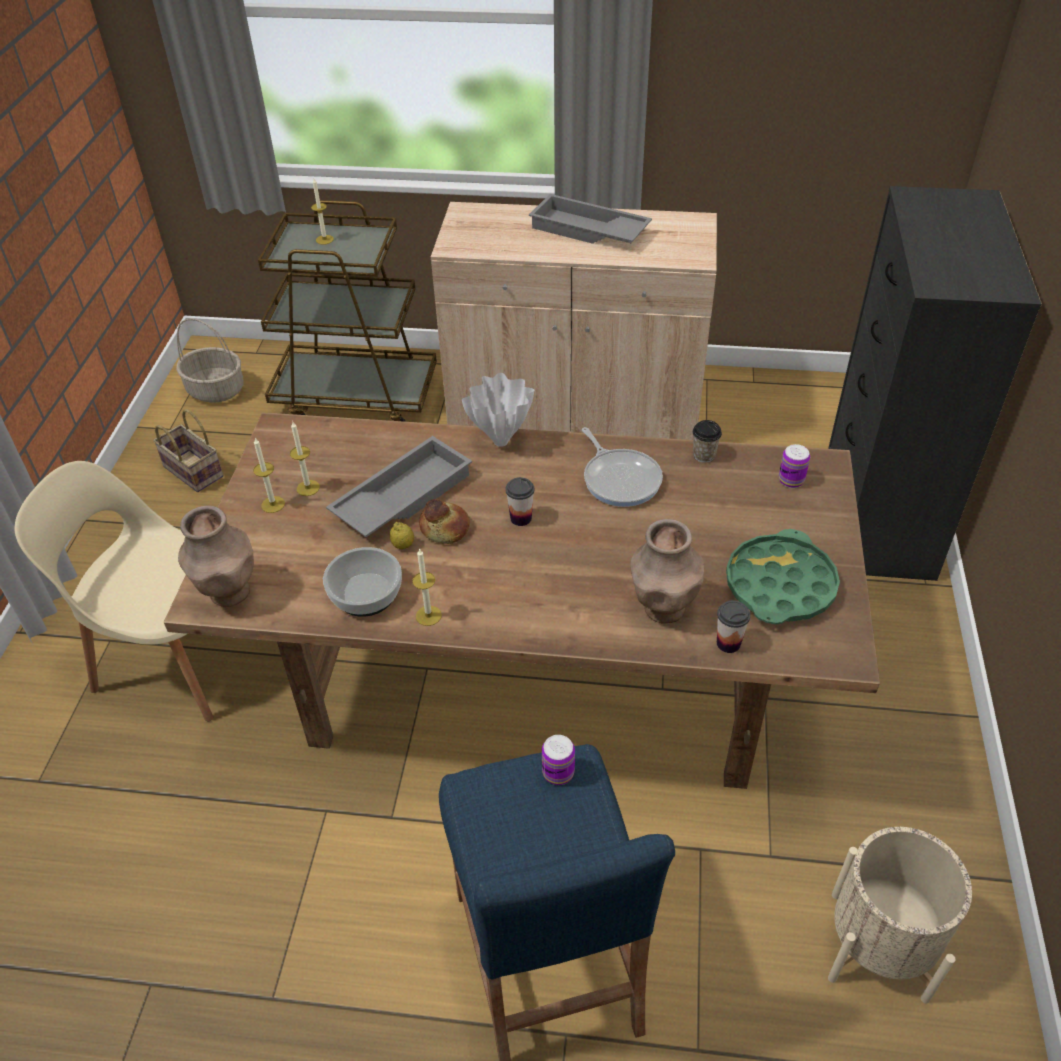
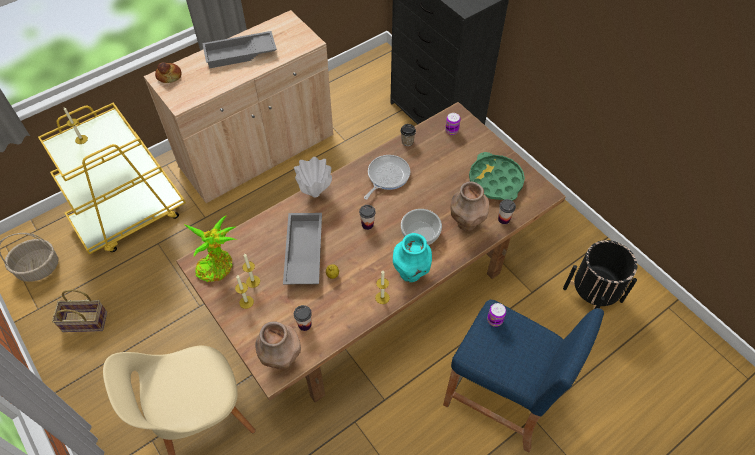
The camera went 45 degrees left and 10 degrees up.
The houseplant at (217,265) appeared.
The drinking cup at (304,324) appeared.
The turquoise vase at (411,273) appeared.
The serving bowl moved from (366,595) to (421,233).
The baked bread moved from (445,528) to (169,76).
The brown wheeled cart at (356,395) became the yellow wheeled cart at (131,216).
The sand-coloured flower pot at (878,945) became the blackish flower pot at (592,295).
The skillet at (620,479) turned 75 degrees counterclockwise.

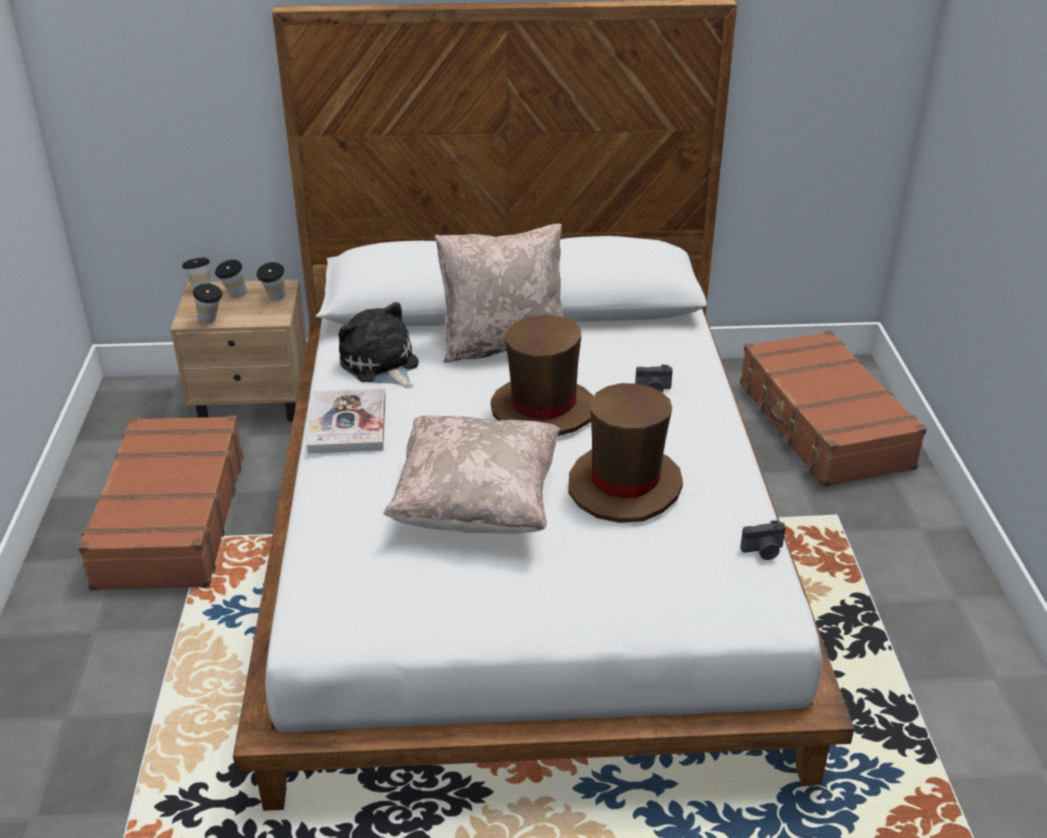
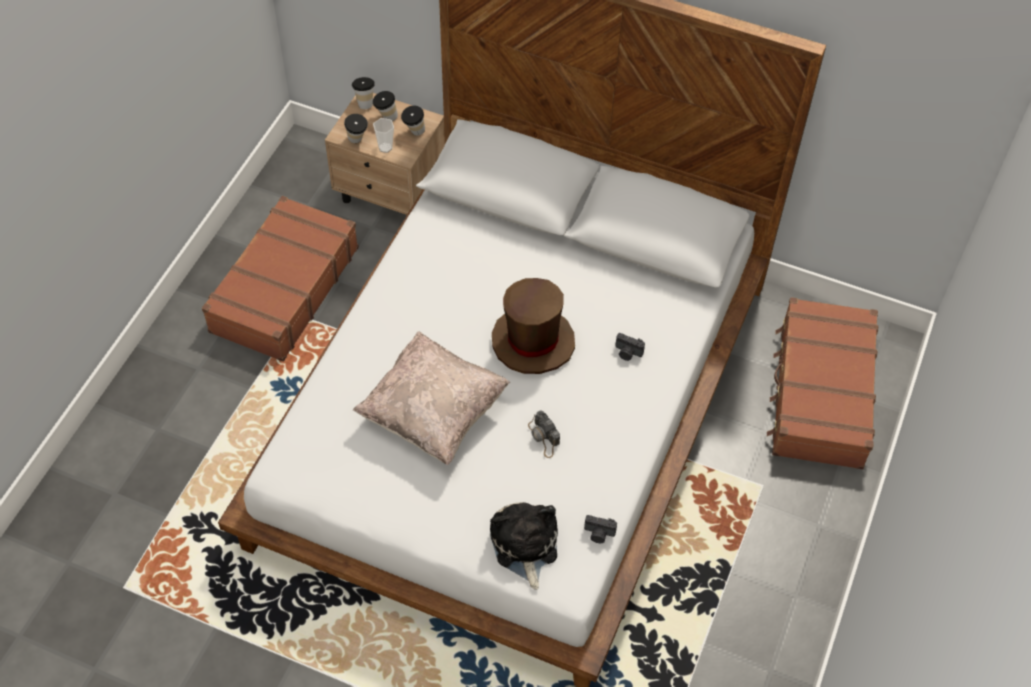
The camera went 25 degrees right and 20 degrees up.
The volume at (347,424) disappeared.
The sand-coloured pillow at (503,345) disappeared.
The drinking cup at (385,148) appeared.
The plush toy moved from (381,365) to (524,546).
The brown wearable hat at (625,485) was replaced by the still camera at (544,437).

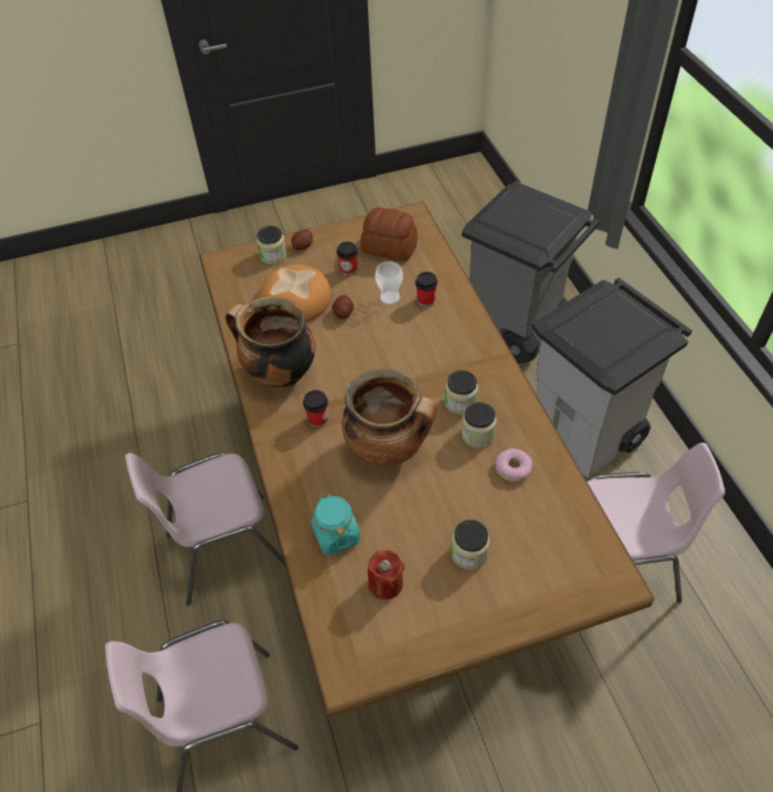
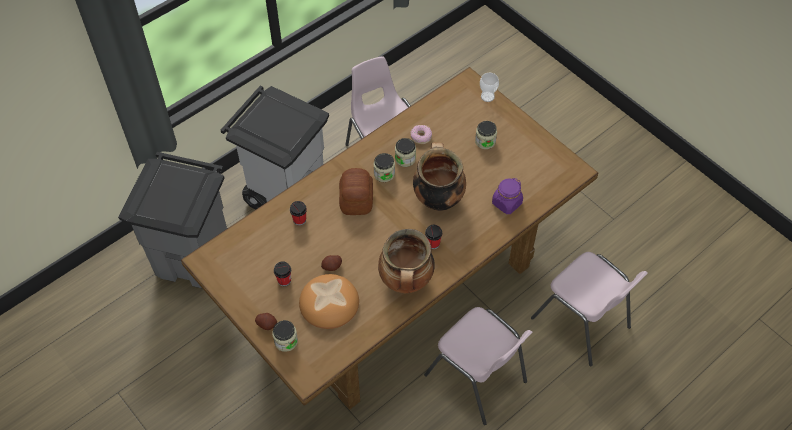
The camera went 115 degrees left and 5 degrees up.
The red-coloured wax candle at (386,584) disappeared.
The baked bread moved from (389,247) to (355,199).
The drinking cup moved from (389,298) to (487,97).
The turquoise jar at (336,535) became the purple jar at (506,203).

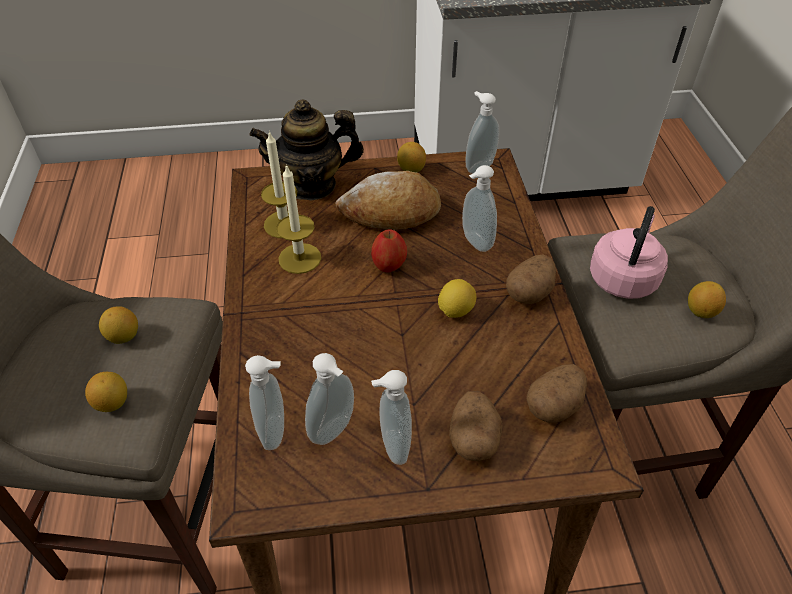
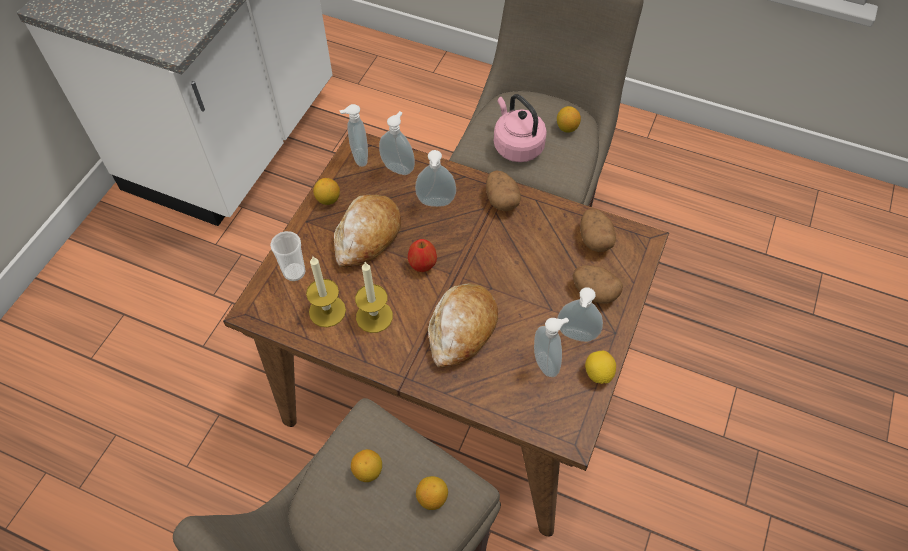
The camera went 60 degrees left and 10 degrees up.
The baked bread at (462,329) appeared.
The soap bottle moved from (276,431) to (399,167).
The lemon moved from (455,310) to (598,373).
The tea pot at (312,185) was replaced by the drinking cup at (294,272).

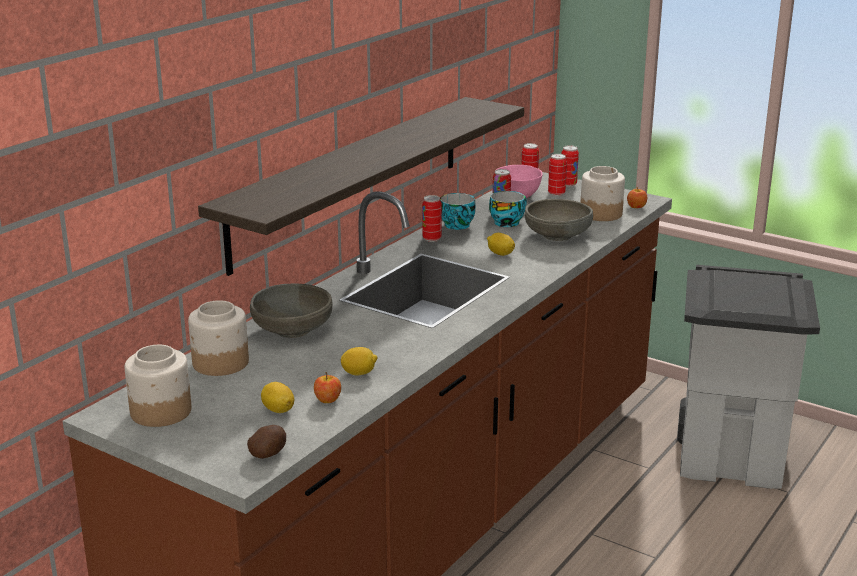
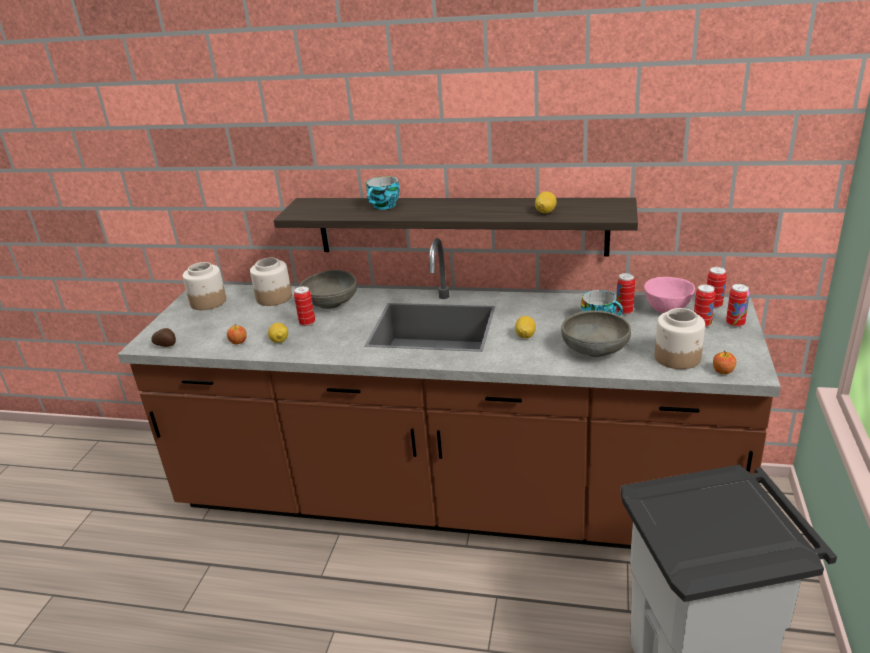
The camera went 70 degrees right and 5 degrees up.
The lemon moved from (278,410) to (545,212).
The sealed can moved from (431,239) to (307,323).
The drinking cup moved from (459,226) to (384,206).

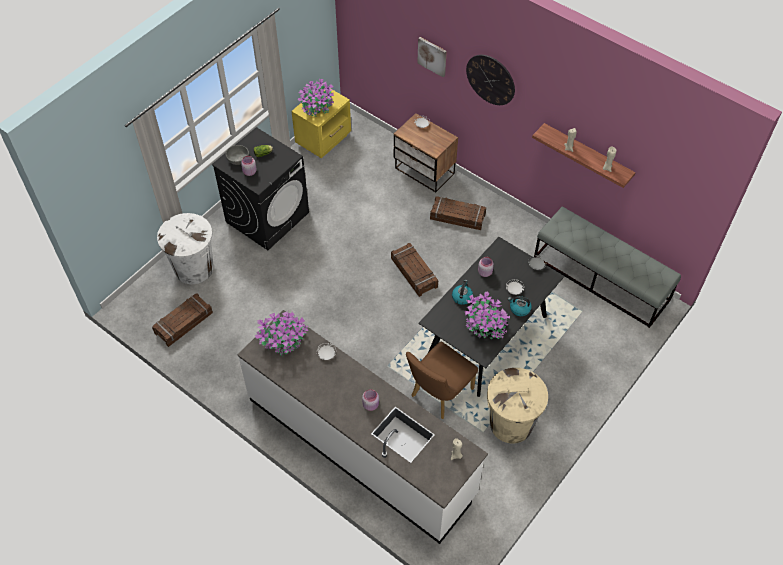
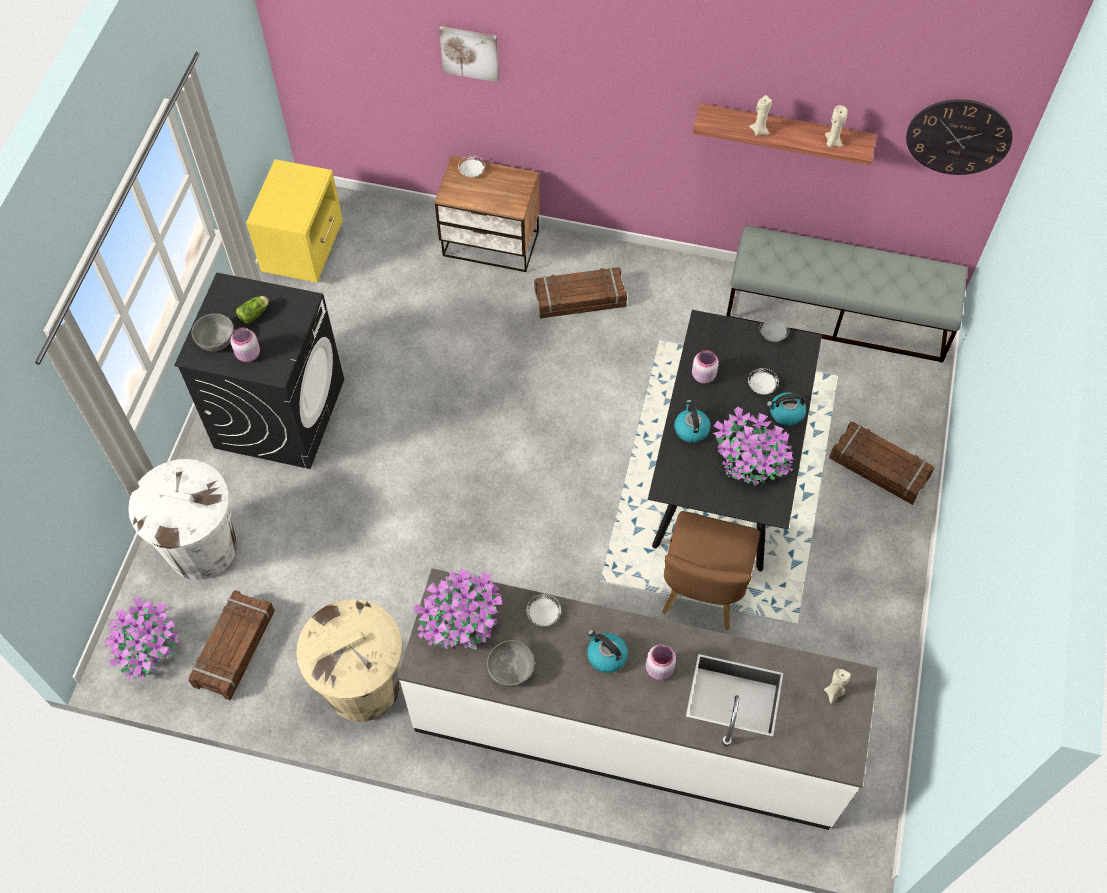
The camera went 25 degrees left and 5 degrees up.
The gray serving bowl at (511,669) appeared.
The tea kettle at (606,655) appeared.
The houseplant moved from (316,107) to (148,648).
The shipping crate moved from (414,272) to (879,467).
The wall clock moved from (490,79) to (958,137).
The sand-coloured trash can moved from (511,424) to (363,686).

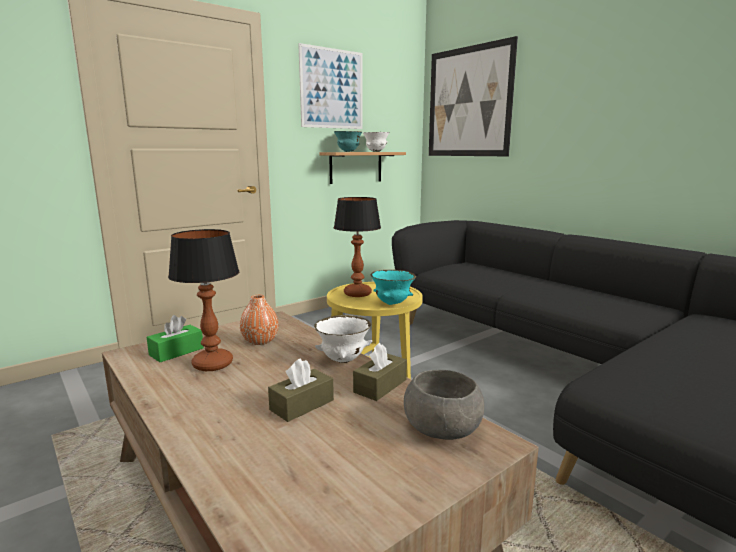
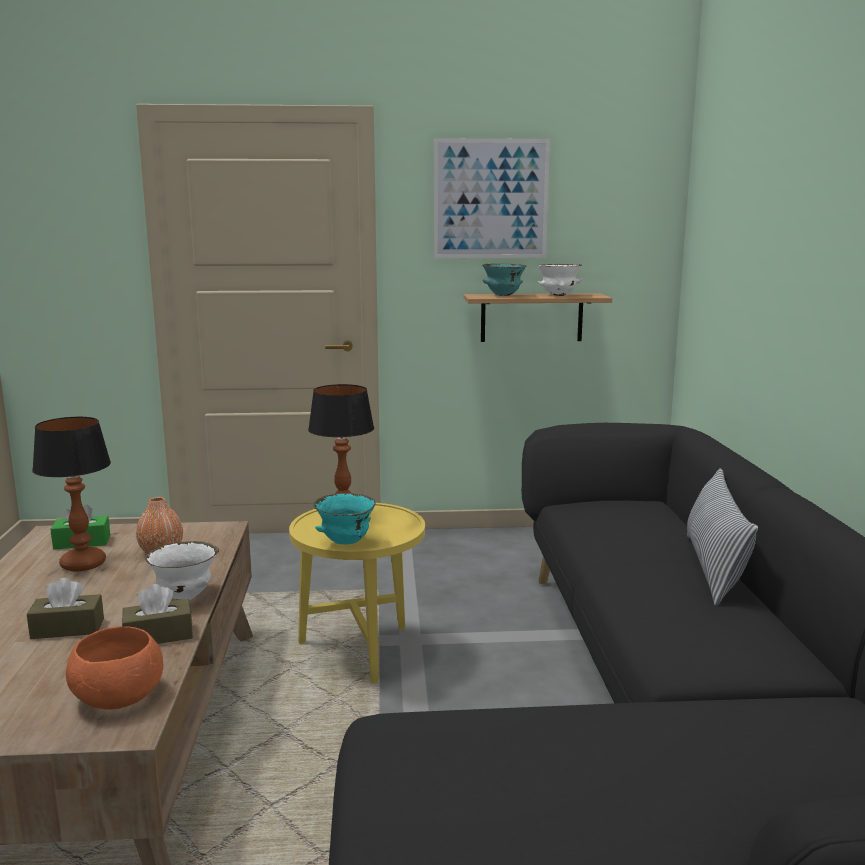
The camera went 35 degrees right and 0 degrees up.
The wall art at (468,102) disappeared.
The pillow at (714,568) appeared.
The gray serving bowl at (443,428) became the orange serving bowl at (119,696).

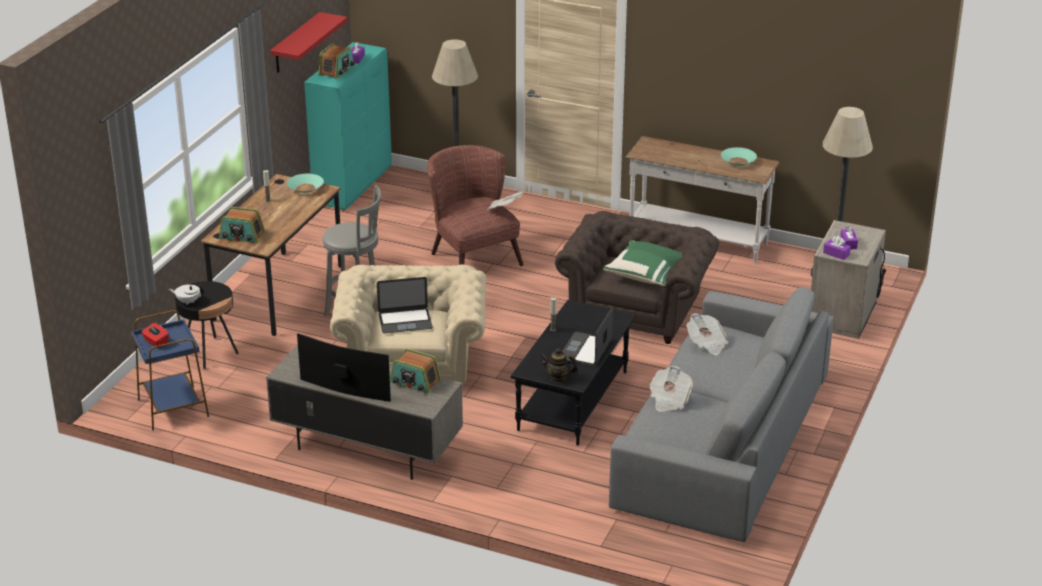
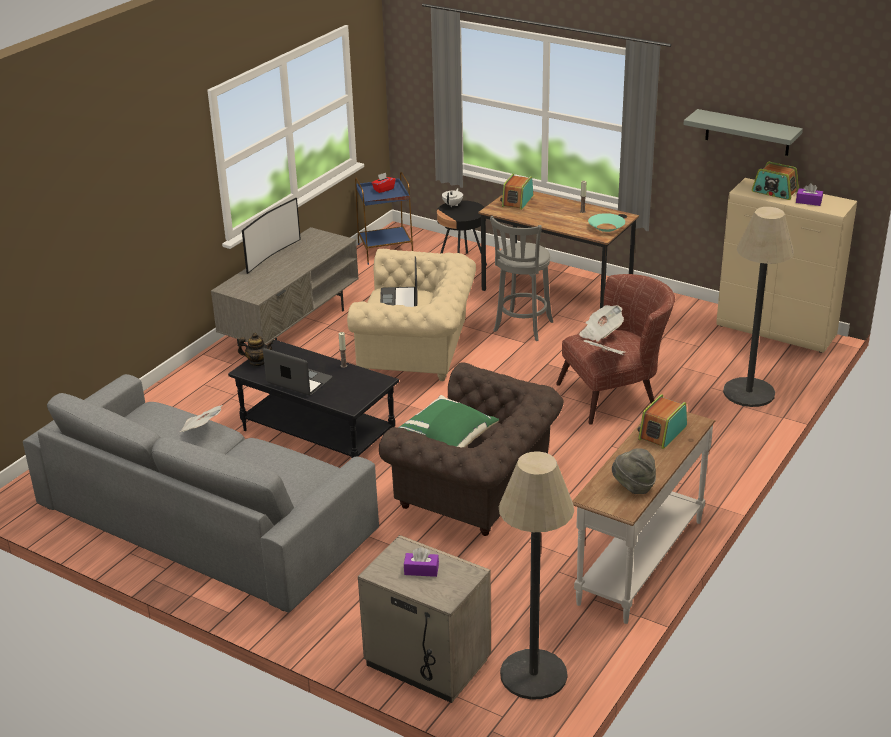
The camera went 100 degrees right and 0 degrees up.
The purple tissue box at (836,254) disappeared.
The radio receiver moved from (415,382) to (662,432).
The daily paper moved from (706,344) to (600,333).
The turquoise serving bowl at (738,161) was replaced by the gray wearable hat at (633,487).
The red-coloured shelf at (296,43) became the gray shelf at (747,132).
The turquoise storage cabinet at (353,185) became the sand-coloured storage cabinet at (776,332).
The tea pot at (558,378) turned 75 degrees clockwise.

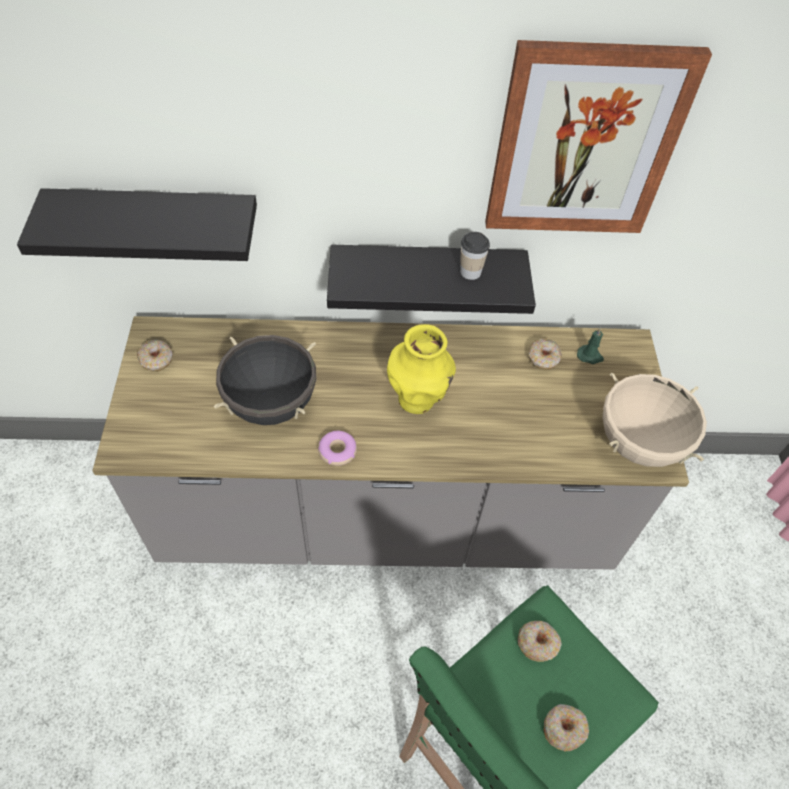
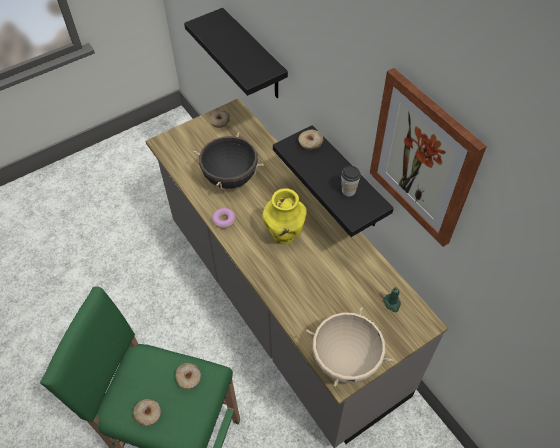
The camera went 60 degrees right and 0 degrees up.
The donut moved from (543,358) to (310,143).

